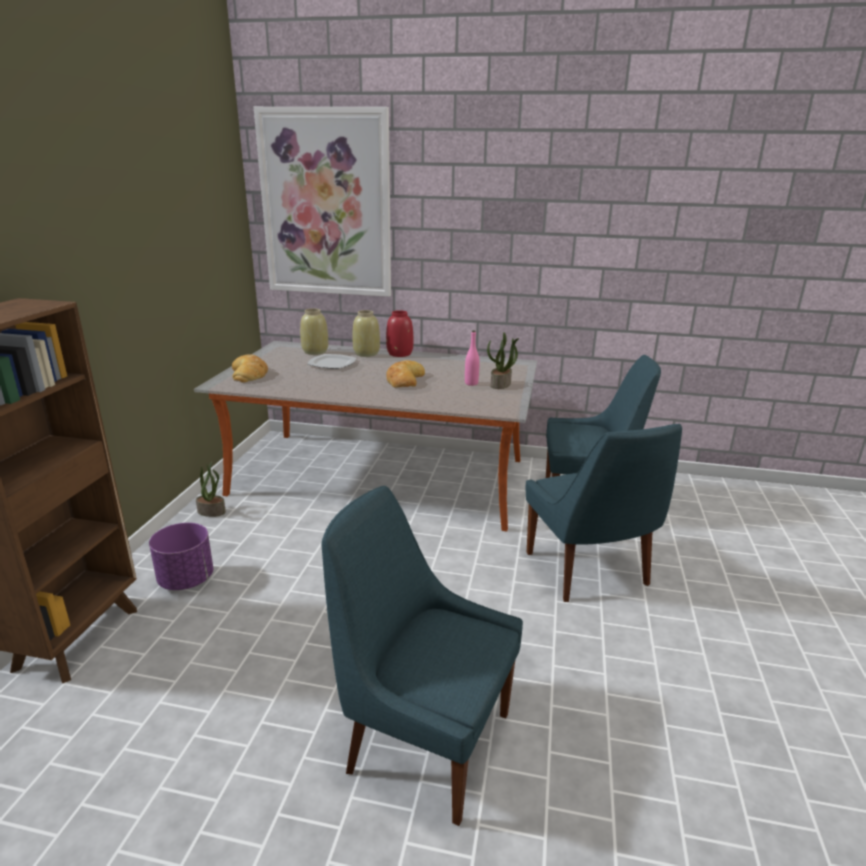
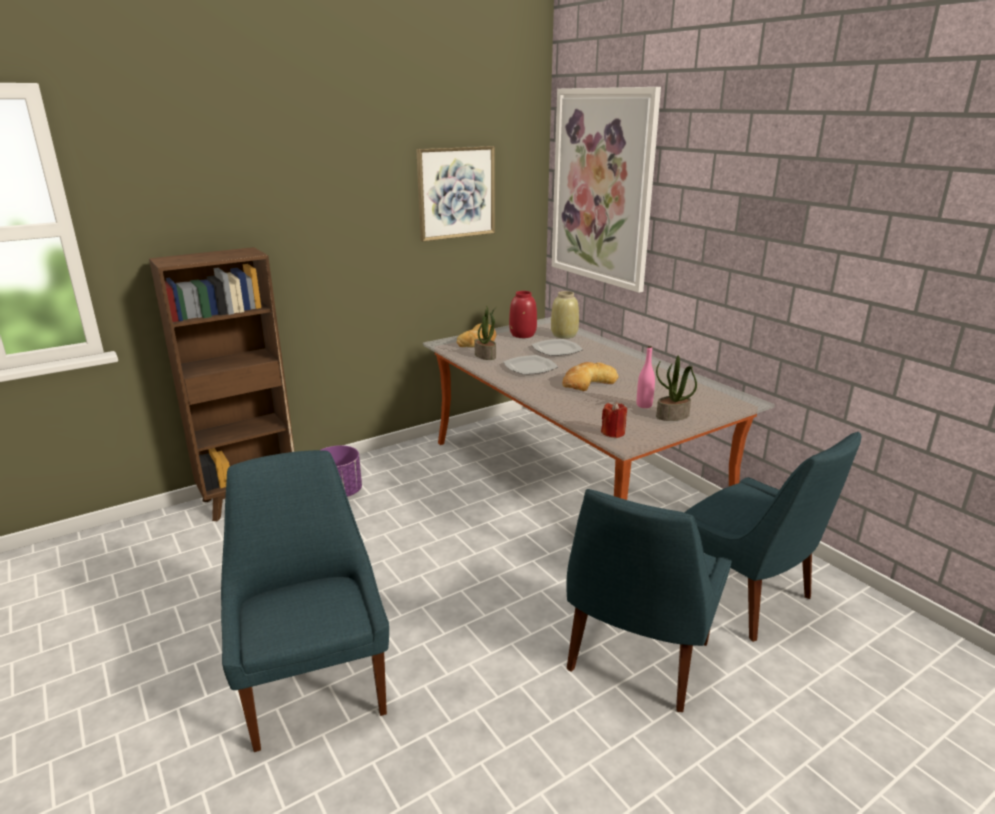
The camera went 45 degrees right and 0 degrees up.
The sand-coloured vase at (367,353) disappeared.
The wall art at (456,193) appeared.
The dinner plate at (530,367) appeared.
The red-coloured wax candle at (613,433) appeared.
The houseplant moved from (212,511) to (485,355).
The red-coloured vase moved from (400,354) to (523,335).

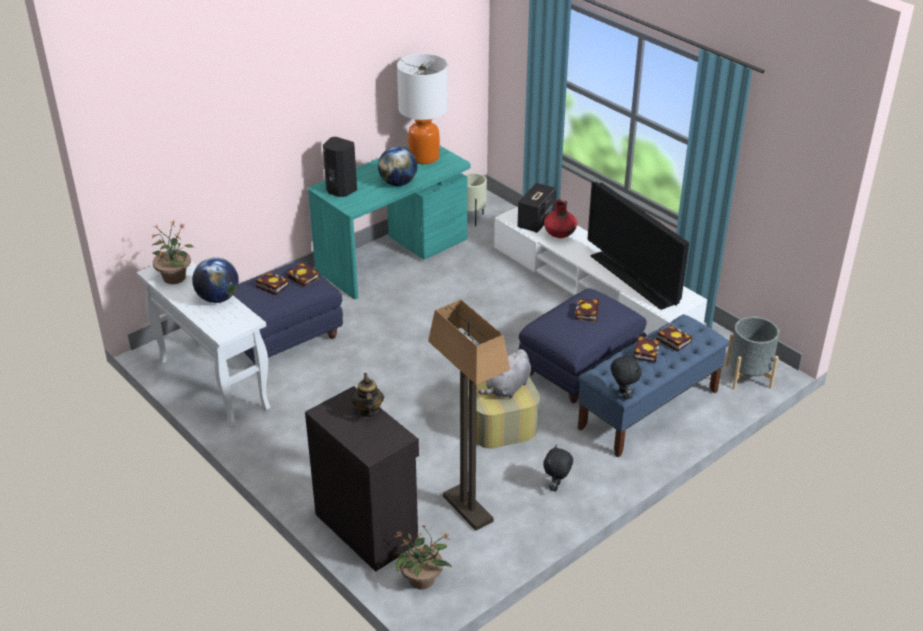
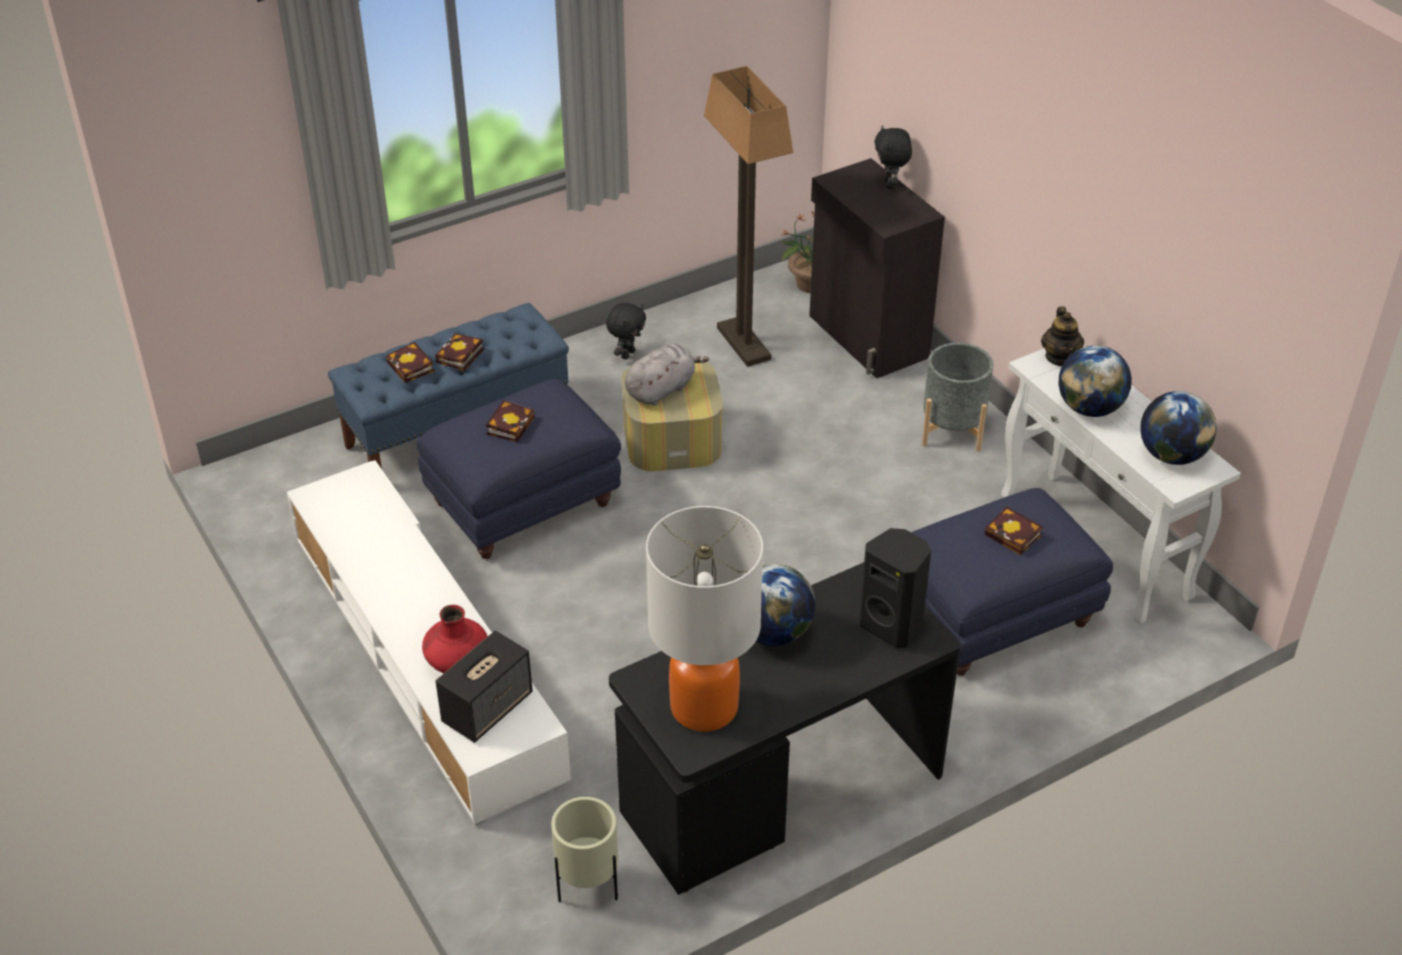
The camera went 170 degrees left and 5 degrees up.
The volume at (305,278) disappeared.
The TV at (632,280) disappeared.
The tea pot moved from (368,411) to (1060,358).
The blackish plush toy moved from (622,395) to (890,184).
The gray flower pot moved from (748,376) to (952,430).
The houseplant at (174,277) was replaced by the globe at (1171,455).
The turquoise desk unit at (393,256) became the blackish desk unit at (781,792).

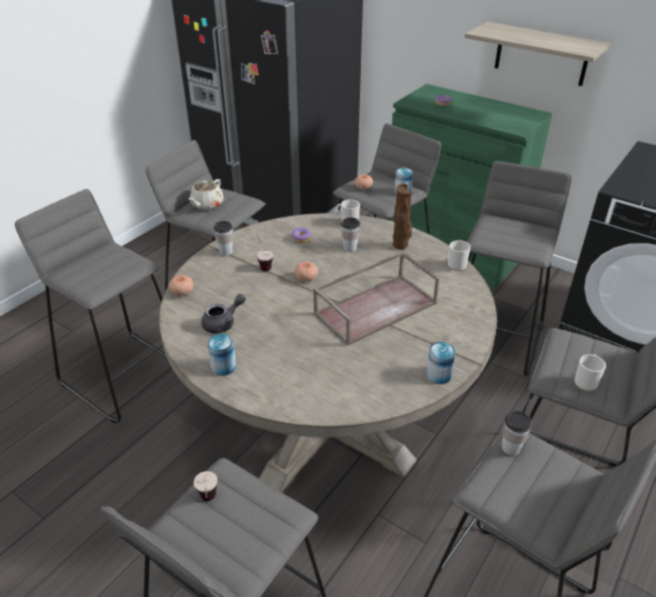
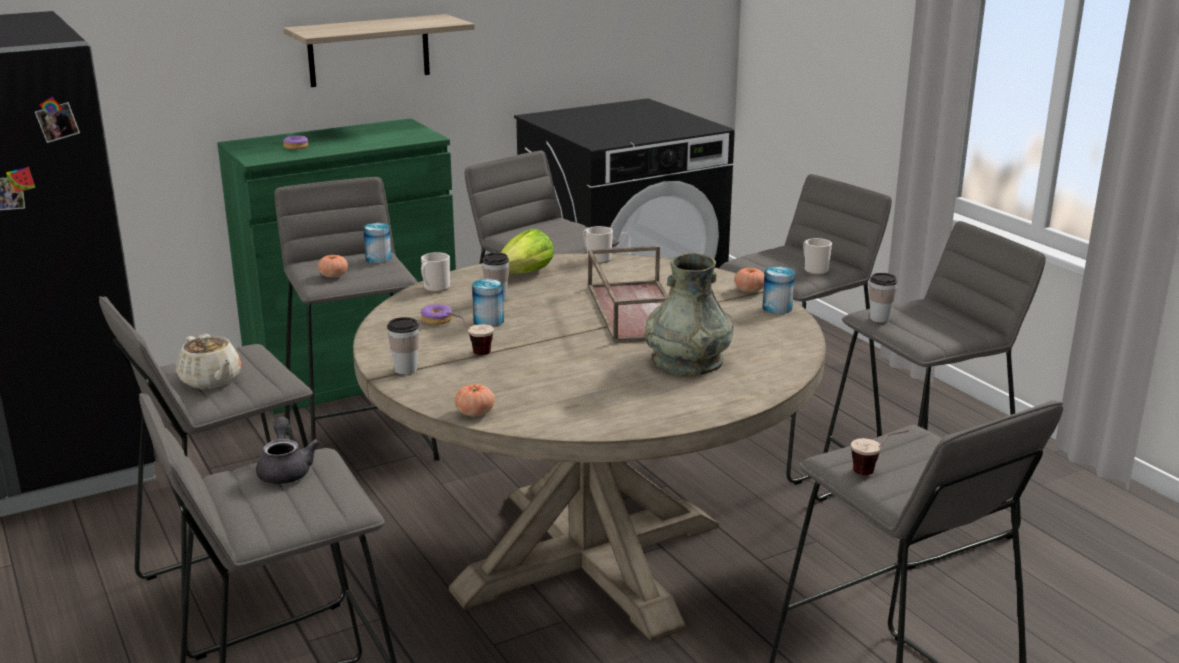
The camera went 65 degrees left and 15 degrees down.
The gray vase at (687,361) appeared.
The gray tea pot moved from (223,323) to (285,470).
The sealed can moved from (223,366) to (488,321).
The whole tomato moved from (306,278) to (749,290).
The brown vase at (401,245) was replaced by the lettuce head at (525,274).

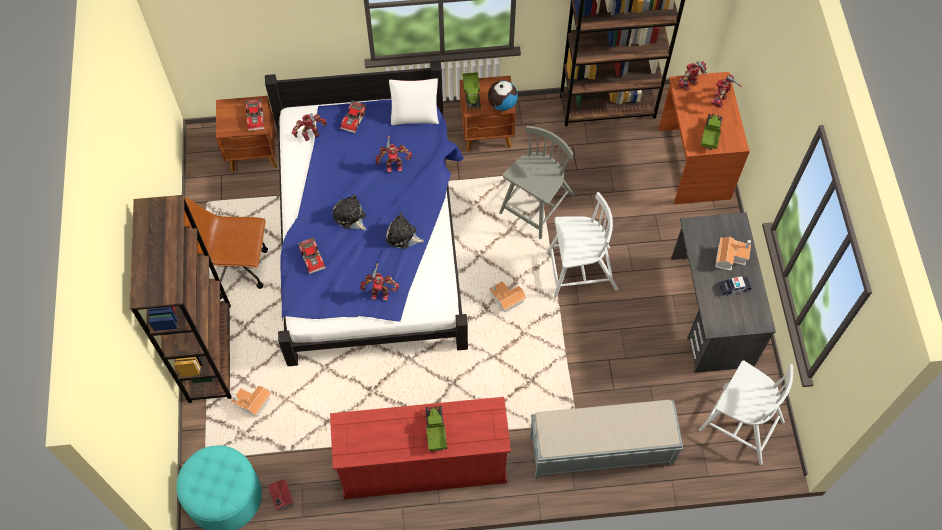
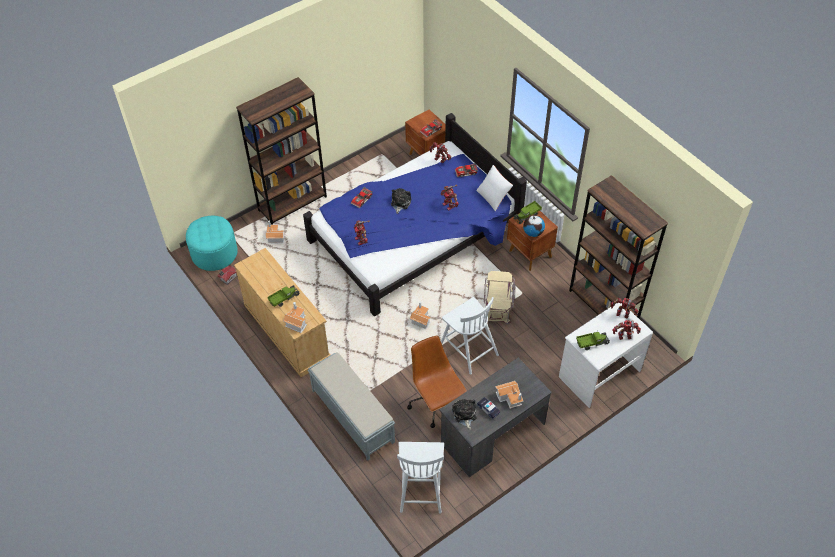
The camera went 60 degrees right and 10 degrees down.
The toy house at (296,322) appeared.
The brown office chair moved from (236,267) to (436,404).
The plush toy moved from (403,236) to (464,414).
The gray upright chair at (536,205) was replaced by the sand-coloured storage bin at (498,303).
The red-coloured drawer chest at (422,465) became the sand-coloured drawer chest at (286,331).
The brown desk unit at (692,163) became the whitish desk unit at (599,373).

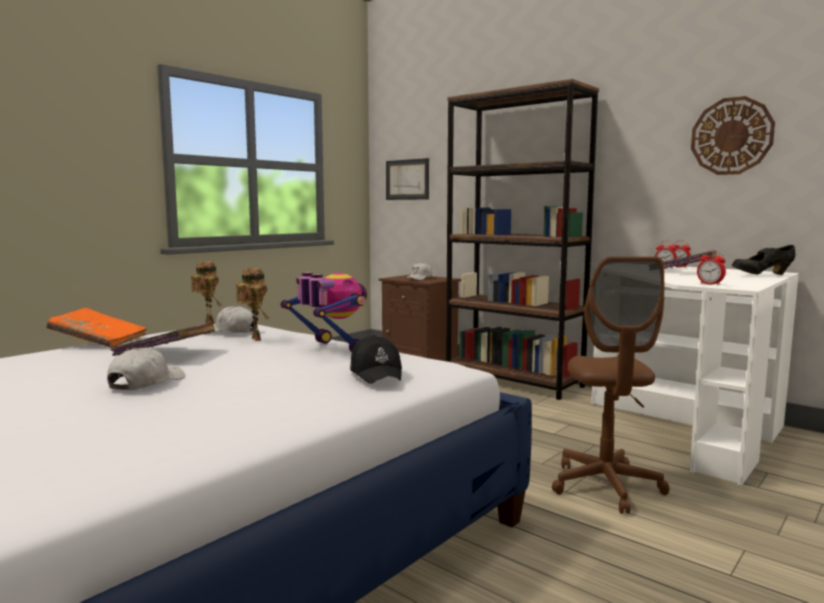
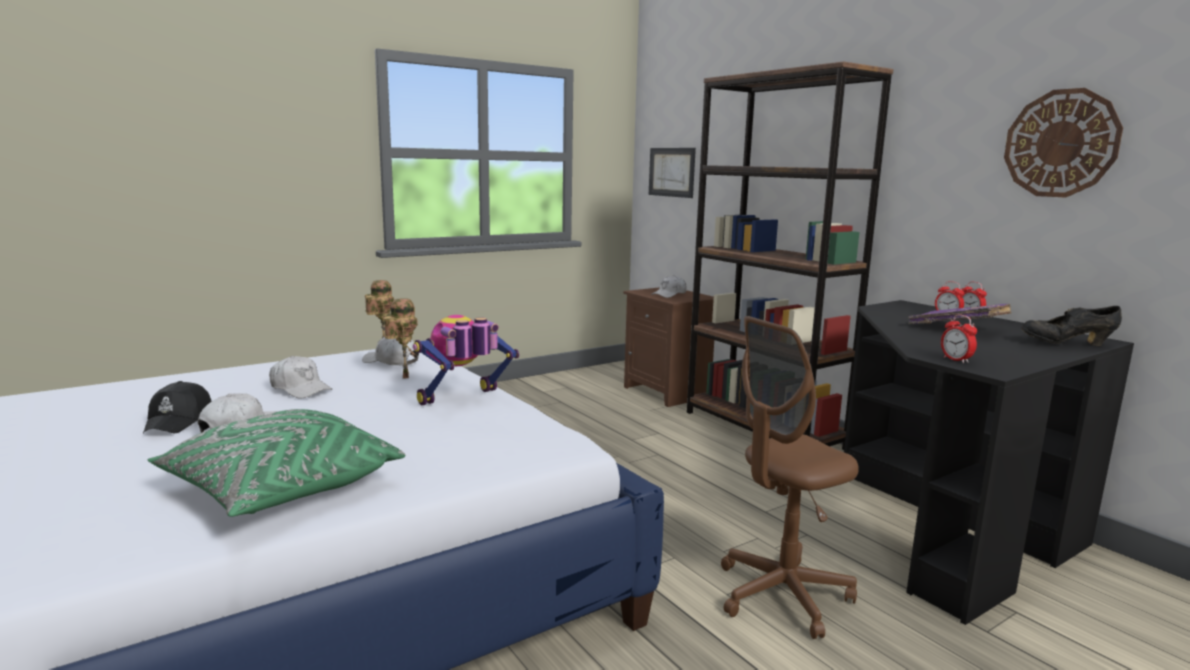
The camera went 15 degrees right and 5 degrees up.
The orange volume at (99,341) disappeared.
The green-coloured pillow at (281,489) appeared.
The blackish baseball cap moved from (376,373) to (180,420).
The purple volume at (165,354) was replaced by the whitish baseball cap at (300,389).
The whitish desk unit at (681,428) became the blackish desk unit at (939,527).
The model robot at (330,349) turned 105 degrees counterclockwise.
The brown office chair at (606,486) turned 45 degrees clockwise.

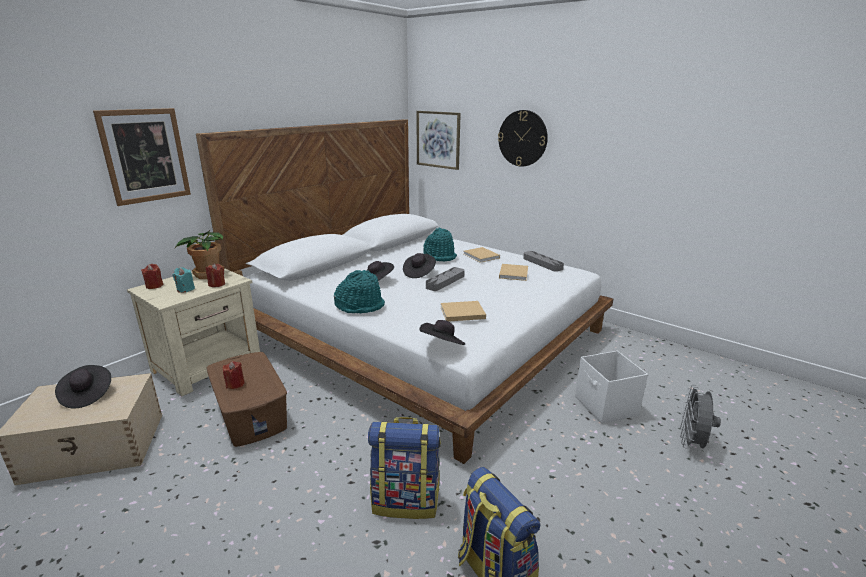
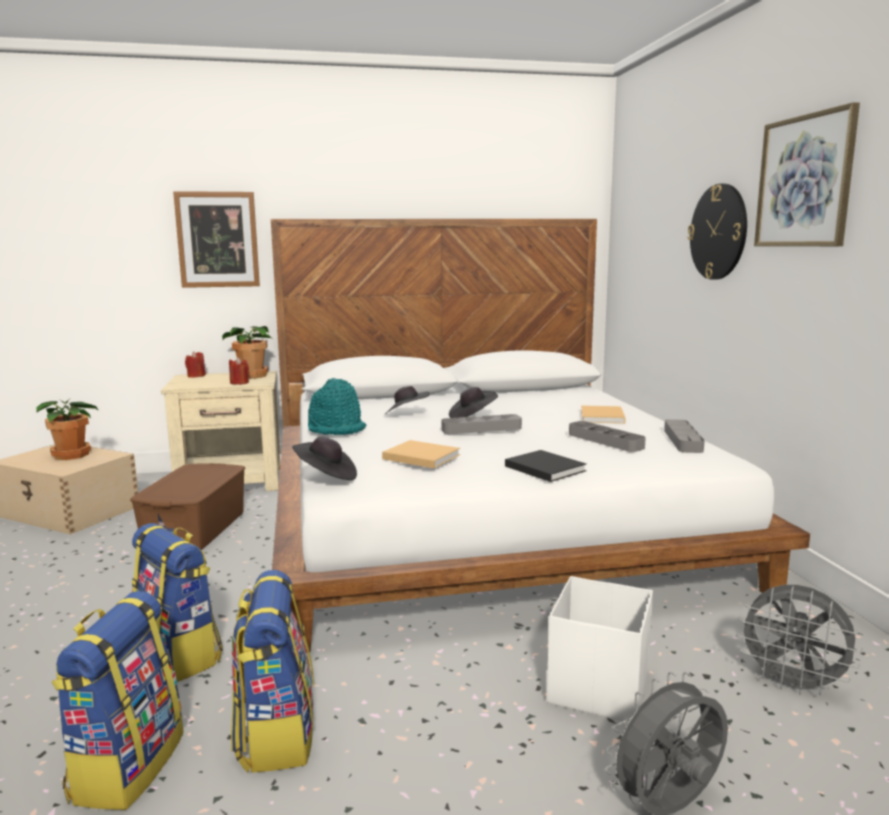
The camera went 40 degrees right and 10 degrees down.
The turquoise wax candle at (185,289) disappeared.
The red-coloured wax candle at (235,384) disappeared.
The turquoise wearable hat at (440,256) disappeared.
The backpack at (275,734) appeared.
The blackish volume at (543,468) appeared.
The gray electric fan at (793,684) appeared.
The wall art moved from (438,139) to (804,181).
The blackish wearable hat at (87,395) was replaced by the houseplant at (73,455).
The sand-coloured volume at (513,273) was replaced by the gray carrying tray at (605,441).

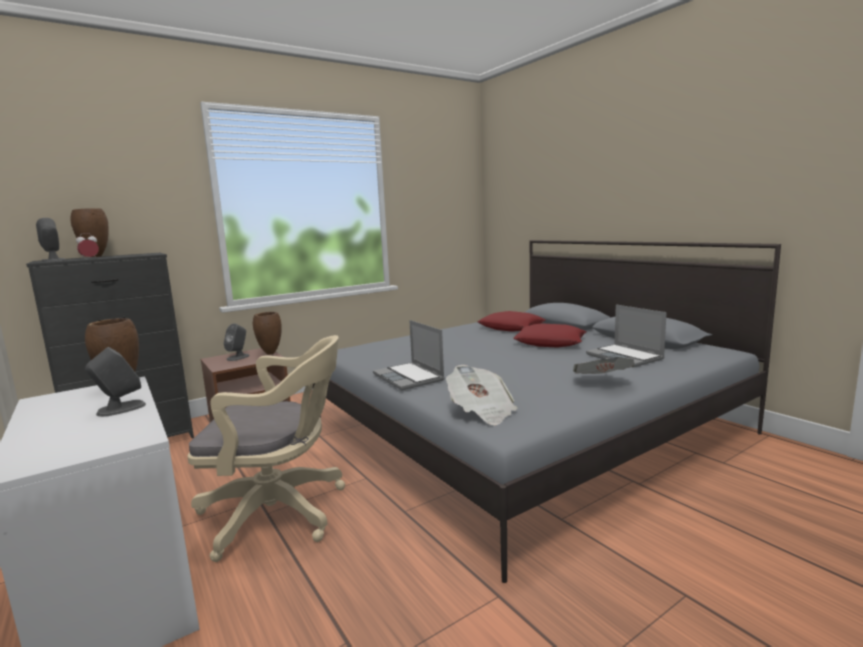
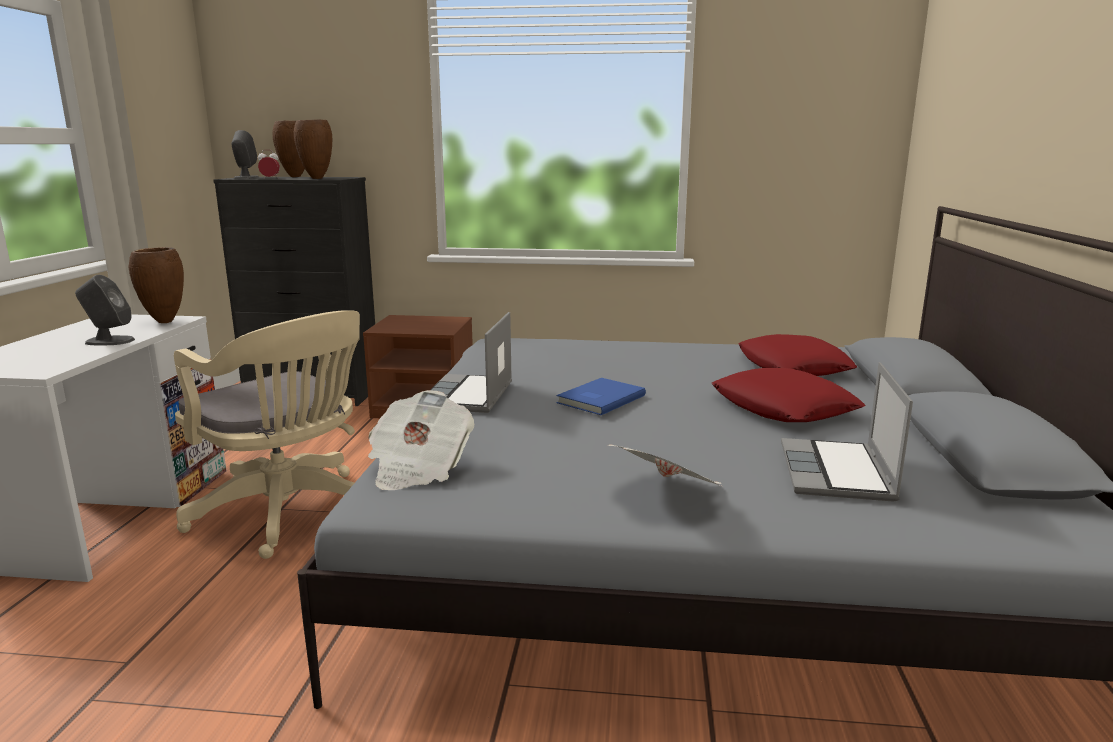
The camera went 40 degrees right and 5 degrees up.
The gray speaker at (238,357) disappeared.
The bluish volume at (599,399) appeared.
The brown vase moved from (270,354) to (316,178).

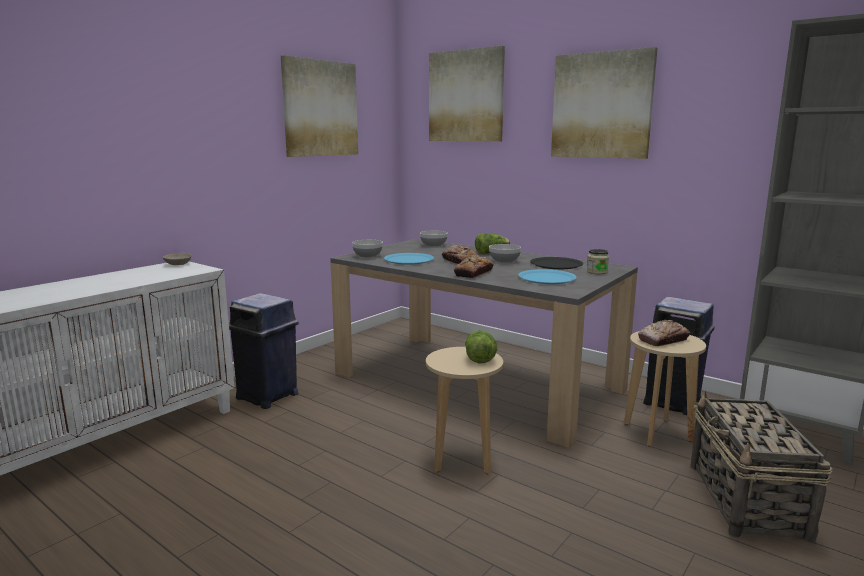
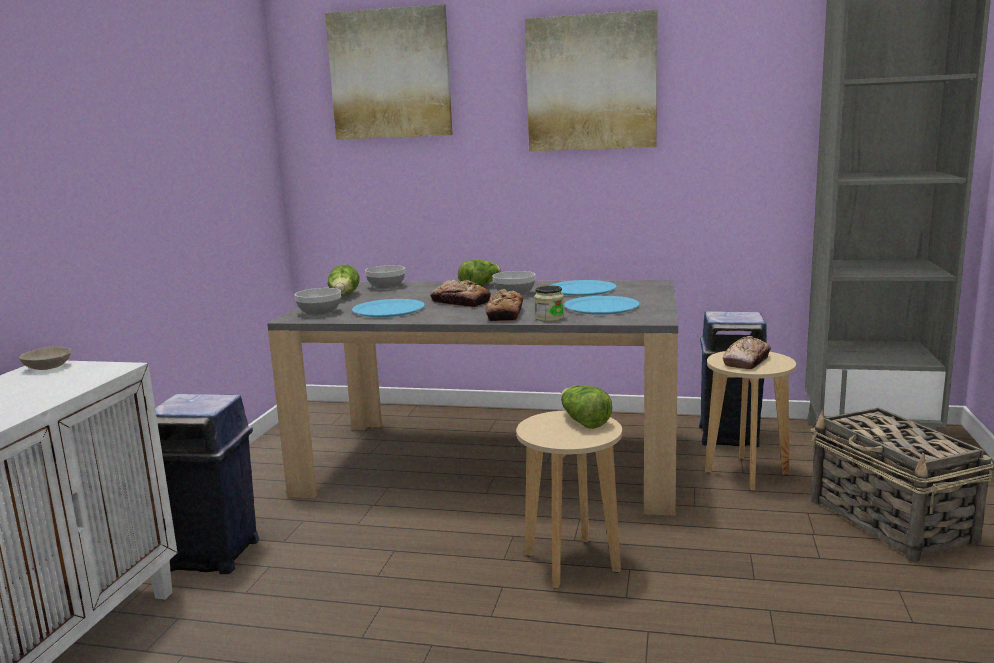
The camera went 25 degrees left and 0 degrees up.
The wall art at (320,108) disappeared.
The lettuce head at (344,296) appeared.
The jar moved from (597,272) to (549,318).
The blackish dinner plate at (556,264) became the bluish dinner plate at (582,289).

